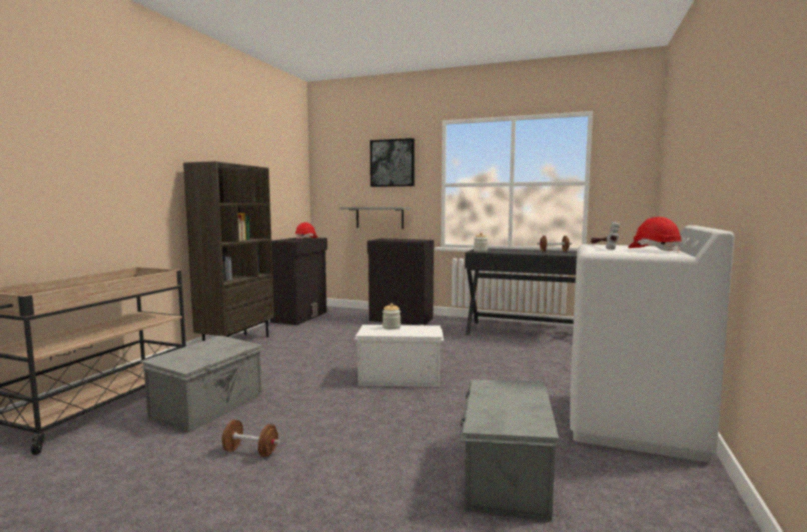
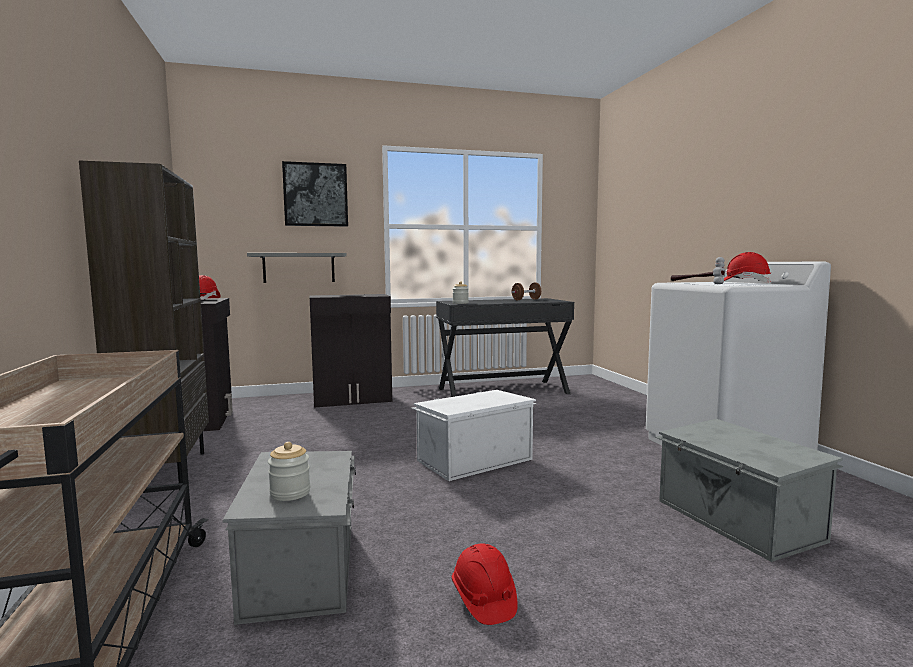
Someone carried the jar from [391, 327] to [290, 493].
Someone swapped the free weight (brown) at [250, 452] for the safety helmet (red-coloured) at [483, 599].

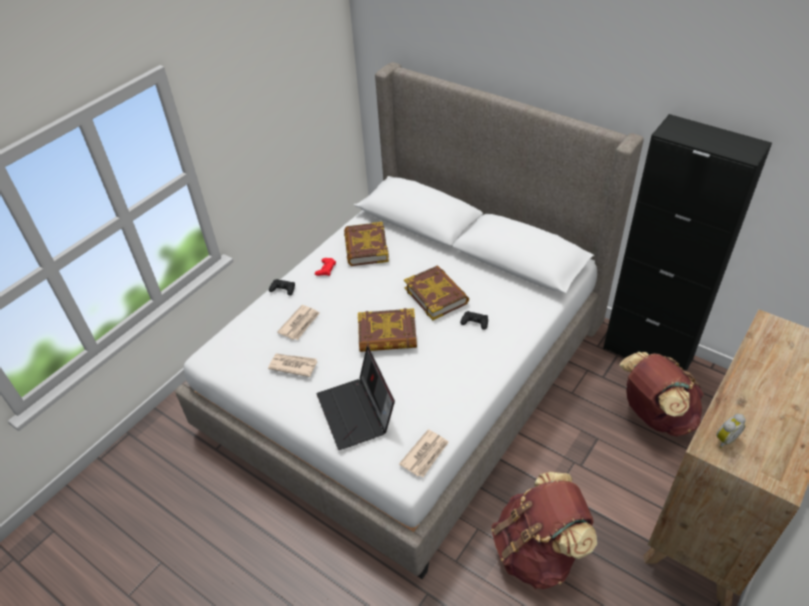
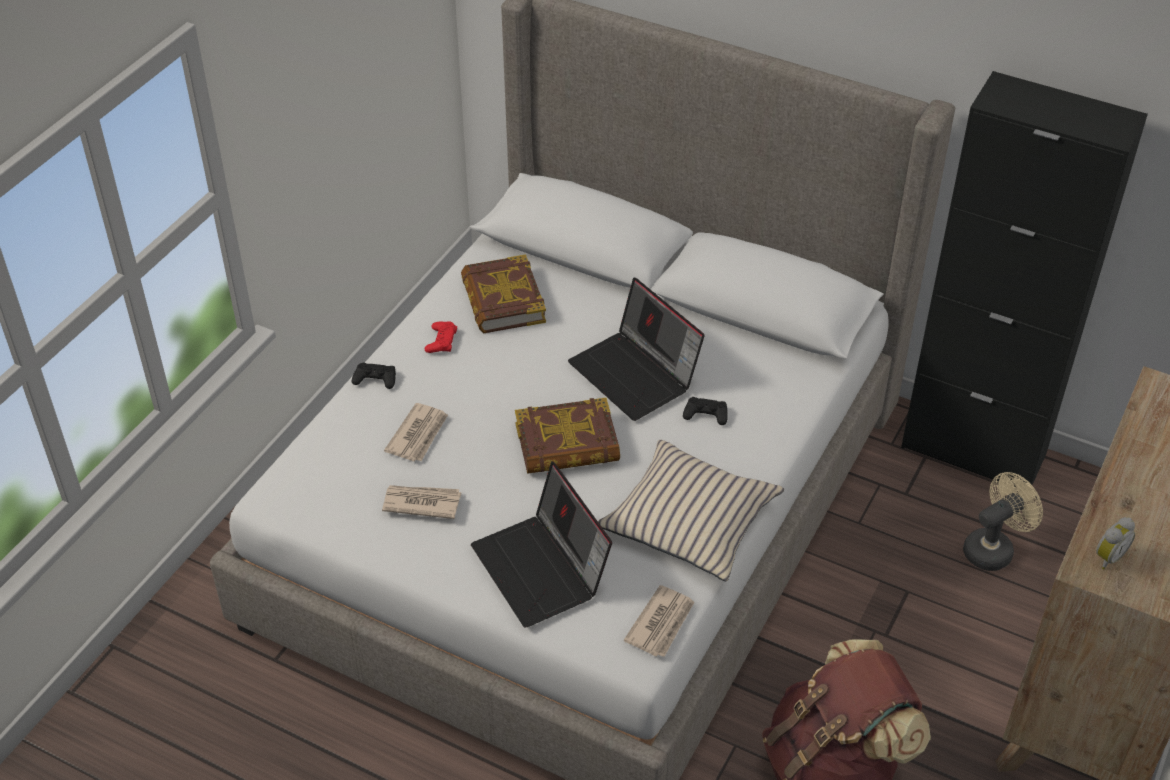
Someone swapped the book at [436, 295] for the laptop at [636, 374].
Someone put down the pillow (beige) at [690, 520].
Someone swapped the rucksack (brown) at [654, 415] for the cooling fan (beige) at [993, 548].

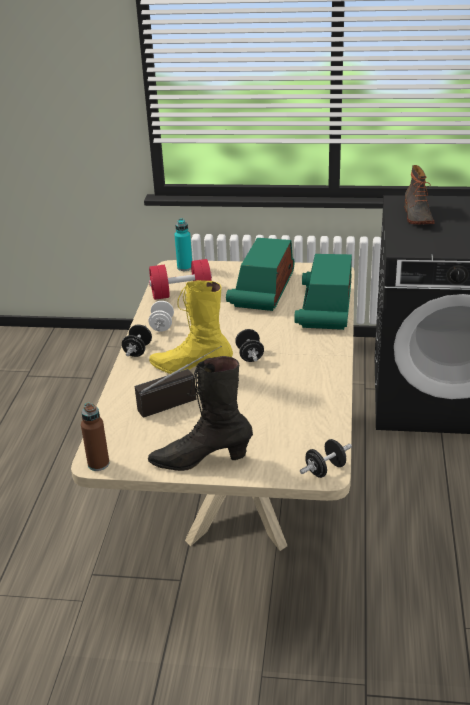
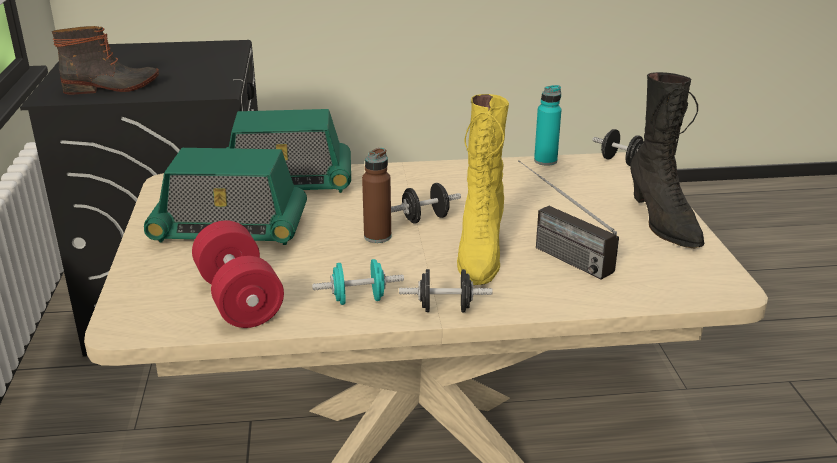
Someone repainted the free weight (white-coloured) at [162, 326], which became the free weight (turquoise) at [358, 299].
Someone carried the beverage bottle (brown) from [98, 464] to [377, 236].
Someone carried the beverage bottle (turquoise) from [185, 267] to [545, 161].

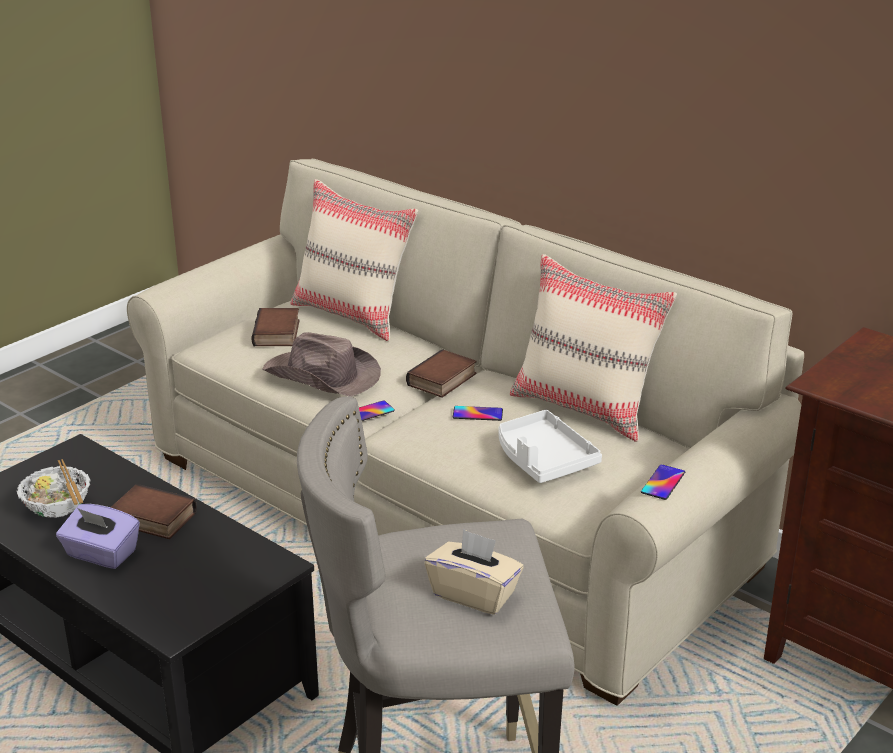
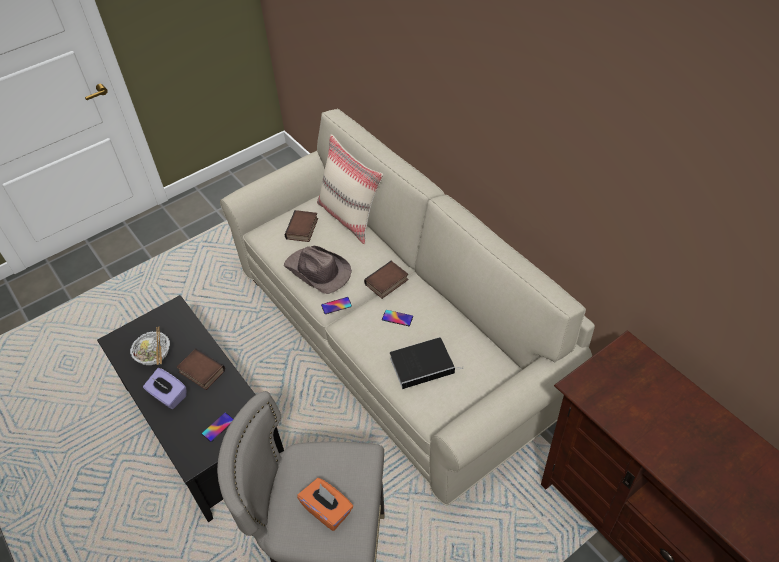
Someone carried the telephone from [663, 482] to [218, 427].
Someone repainted the tissue box (beige) at [474, 594], which became the tissue box (orange) at [327, 510].
Someone swapped the carrying tray (white-coloured) at [543, 459] for the book at [423, 364].
Someone took away the pillow (beige) at [585, 408].

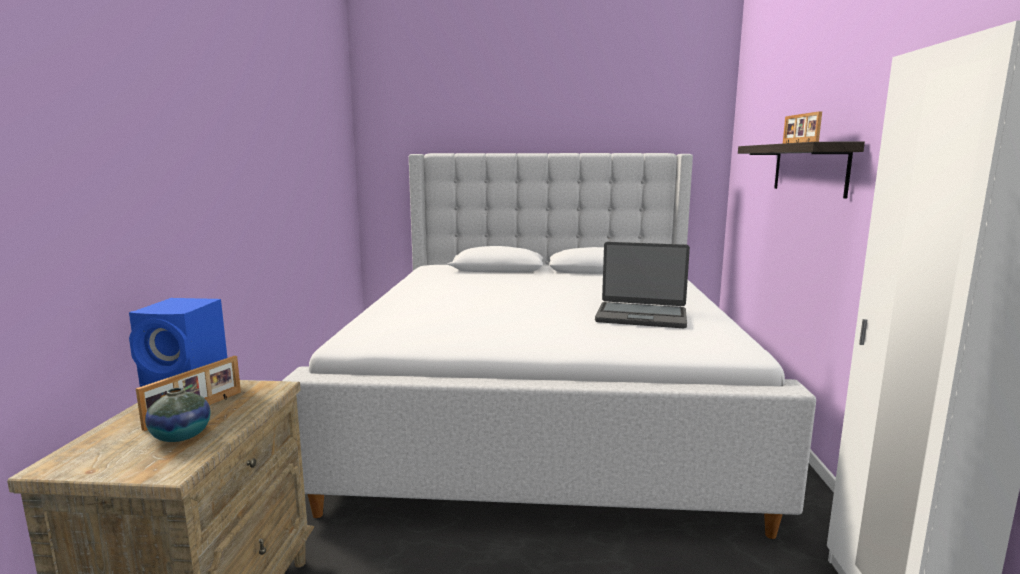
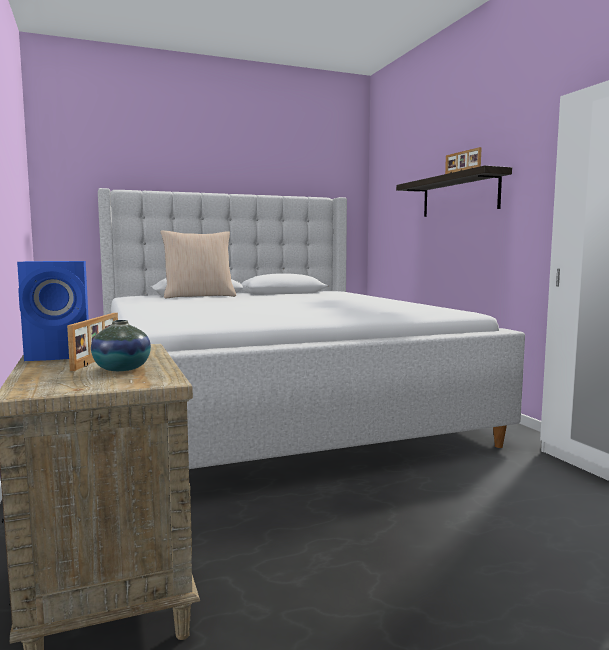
Someone put down the pillow (beige) at [199, 296].
Someone took away the laptop at [641, 316].

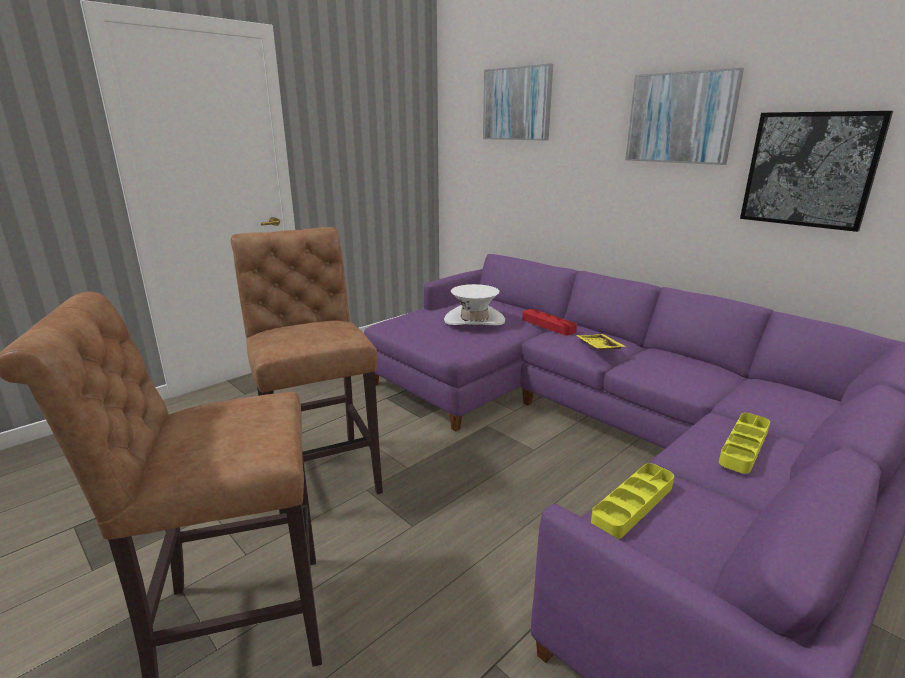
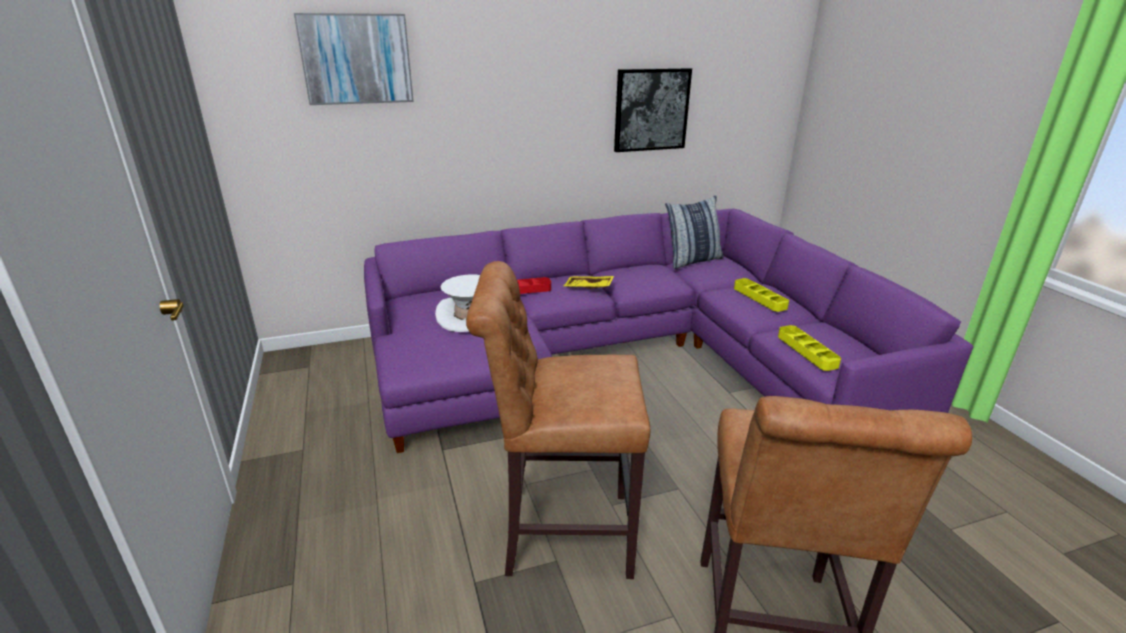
Someone put down the pillow at [692, 260].
Someone took away the picture at [680, 118].

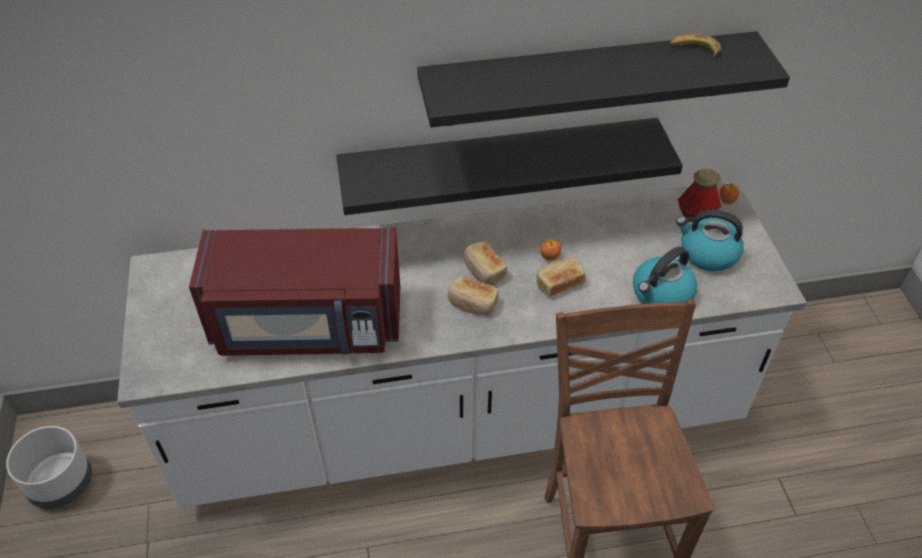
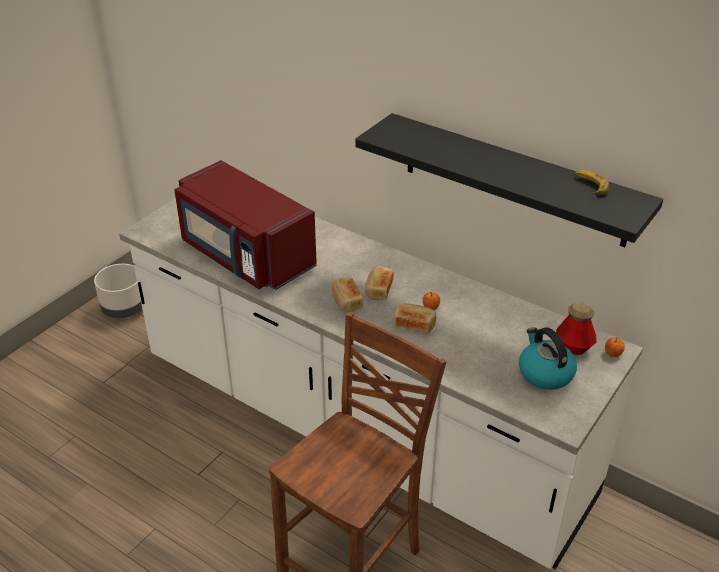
Someone took away the shelf (black) at [499, 162].
Someone took away the tea kettle at [661, 294].

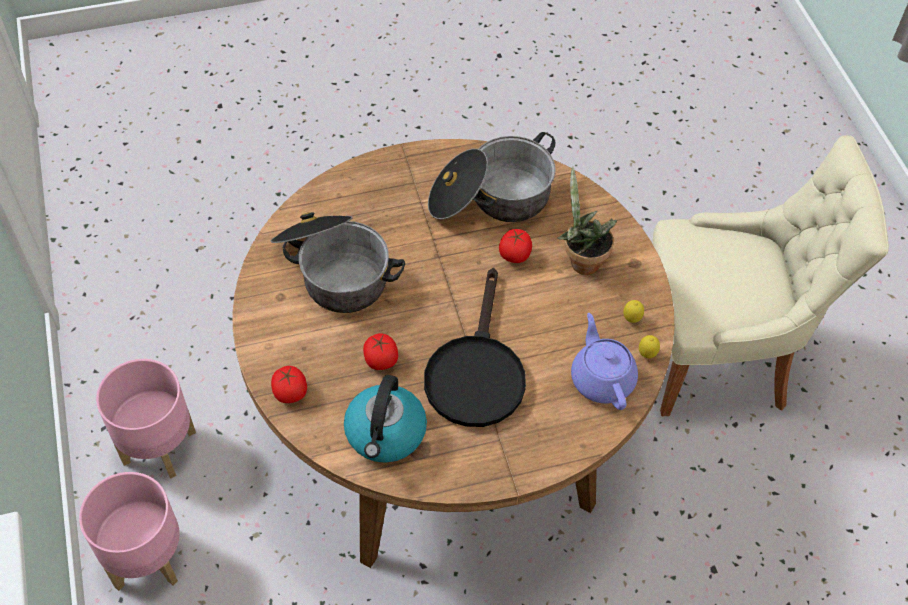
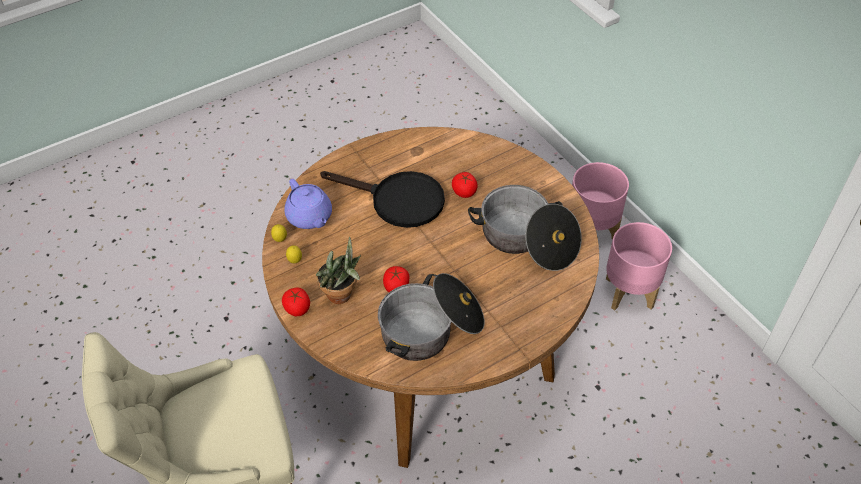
Someone carried the whole tomato from [290, 392] to [297, 308].
Someone rotated the frying pan (black) at [476, 371] by 120 degrees clockwise.
Someone took away the tea kettle at [385, 434].

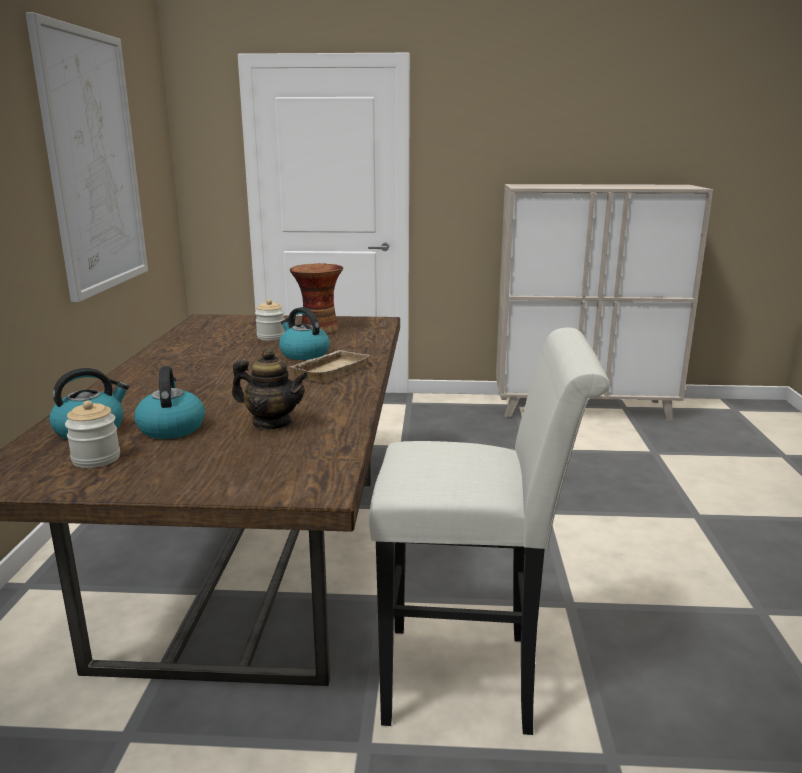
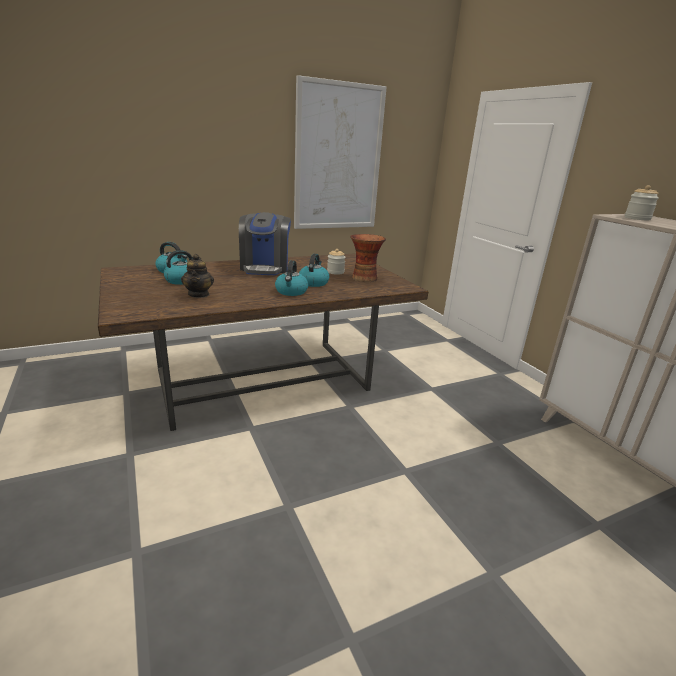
Someone put down the coffee machine at [265, 268].
Someone swapped the carrying tray (beige) at [329, 370] for the tea kettle at [291, 292].
Someone carried the jar from [96, 459] to [637, 218].
Someone took away the stool (white-coloured) at [472, 678].

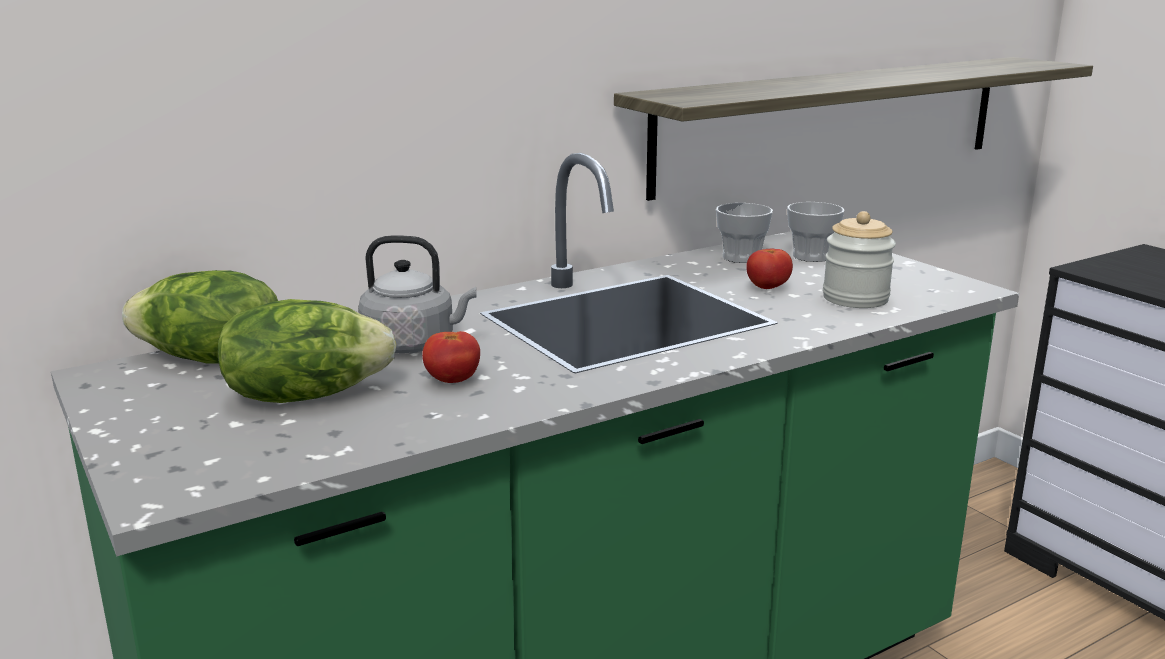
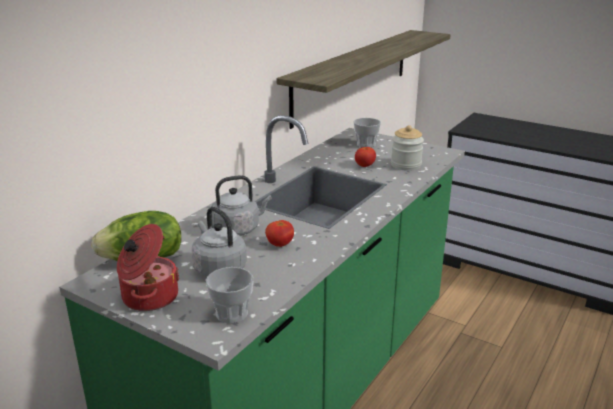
Someone put down the saucepot at [148, 297].
Someone swapped the lettuce at [305, 394] for the tea kettle (greyish) at [218, 268].
Someone carried the drinking cup from [741, 257] to [231, 314].

